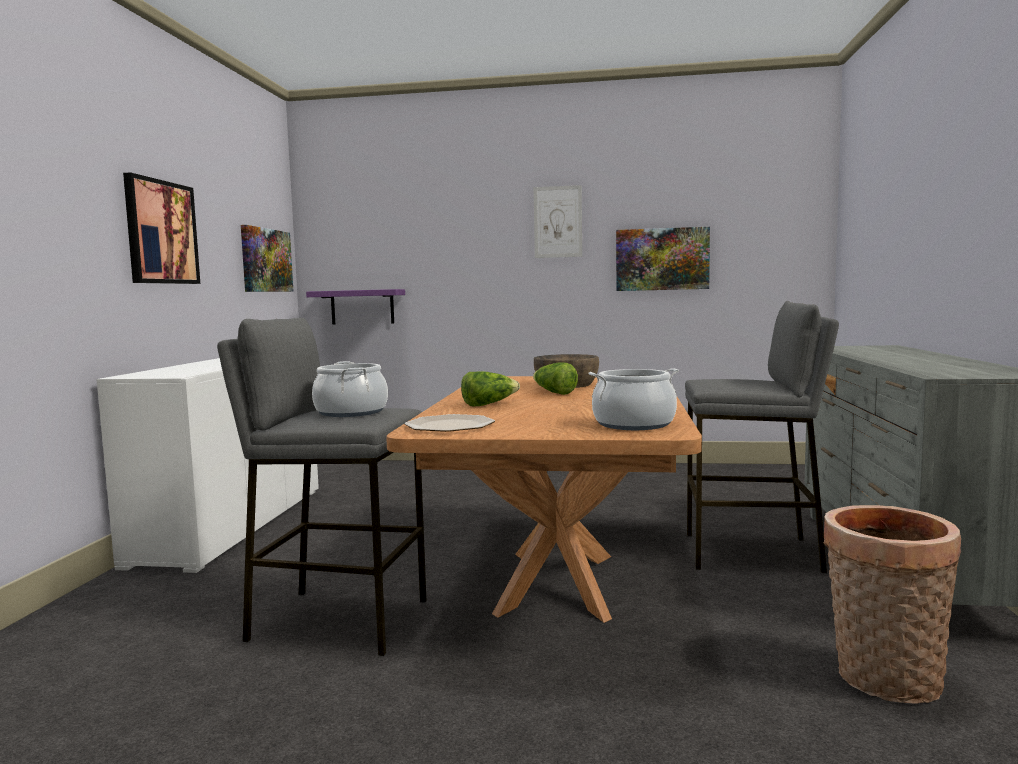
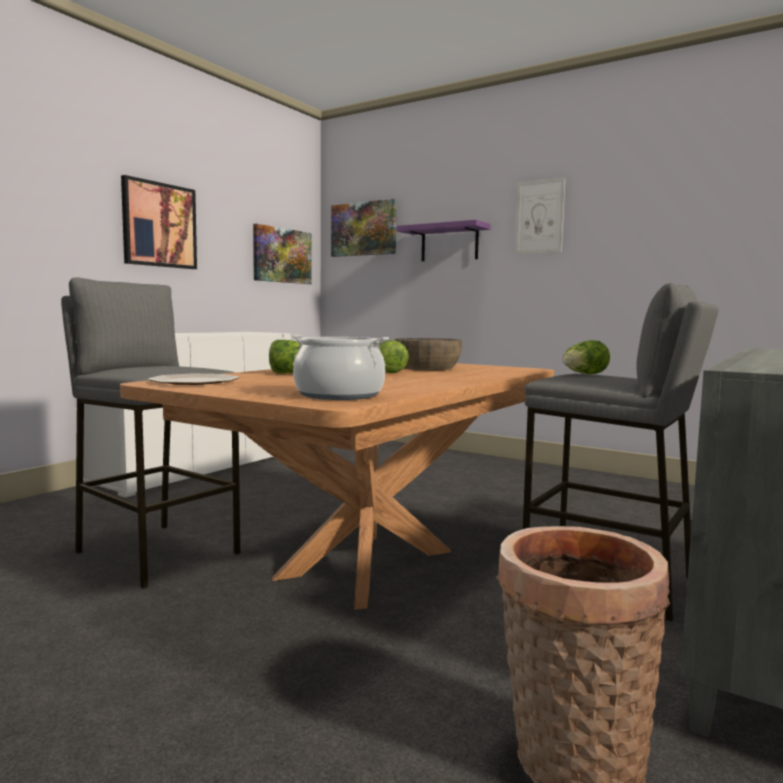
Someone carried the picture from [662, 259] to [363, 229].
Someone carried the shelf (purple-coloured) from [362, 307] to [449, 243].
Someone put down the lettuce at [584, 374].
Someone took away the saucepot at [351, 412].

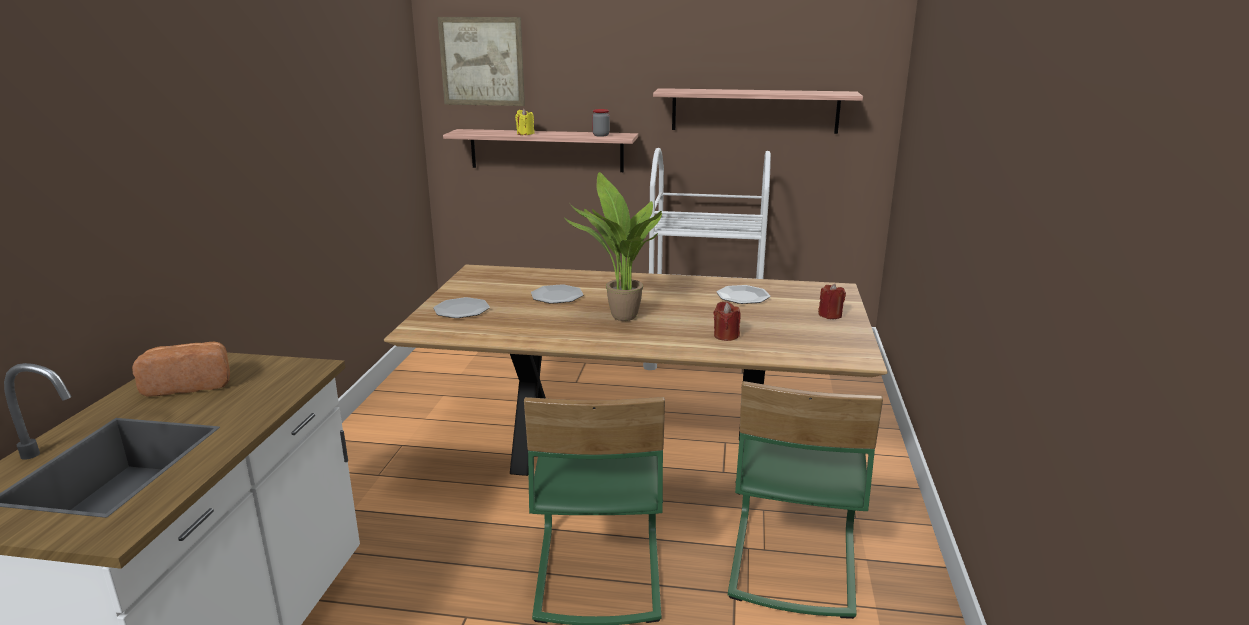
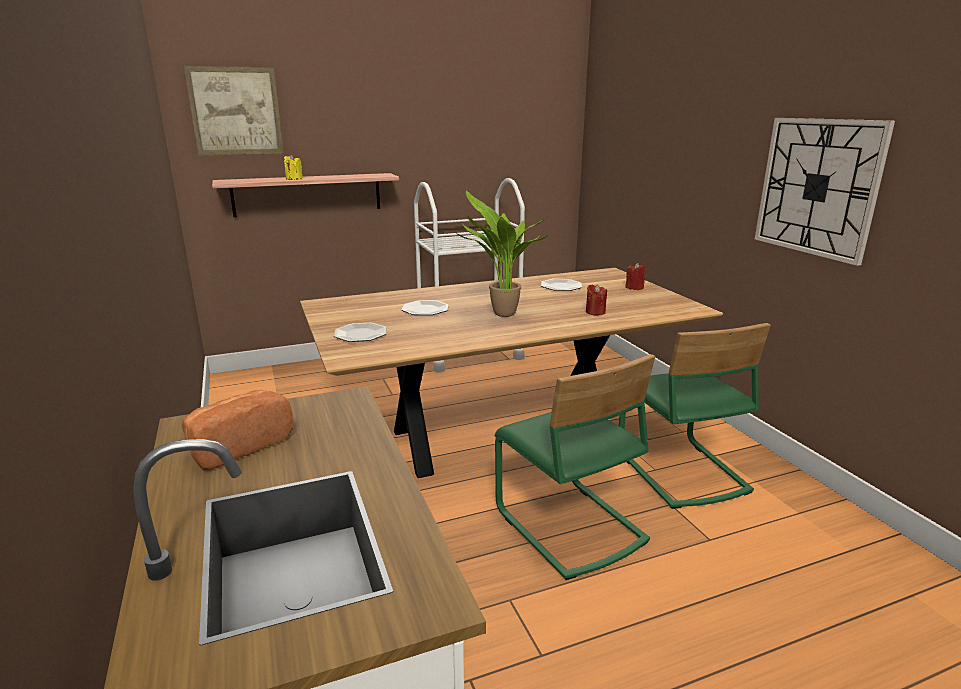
Someone put up the clock on the wall at [817, 187].
Someone took away the jar at [601, 135].
Someone took away the shelf at [754, 110].

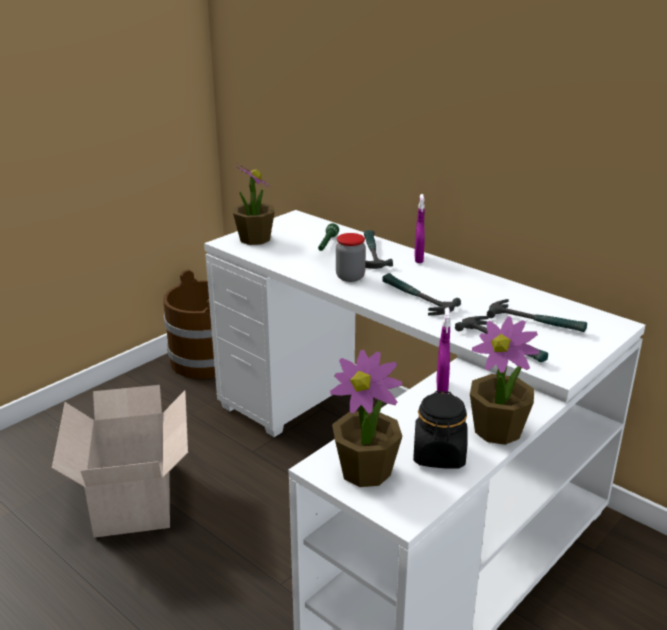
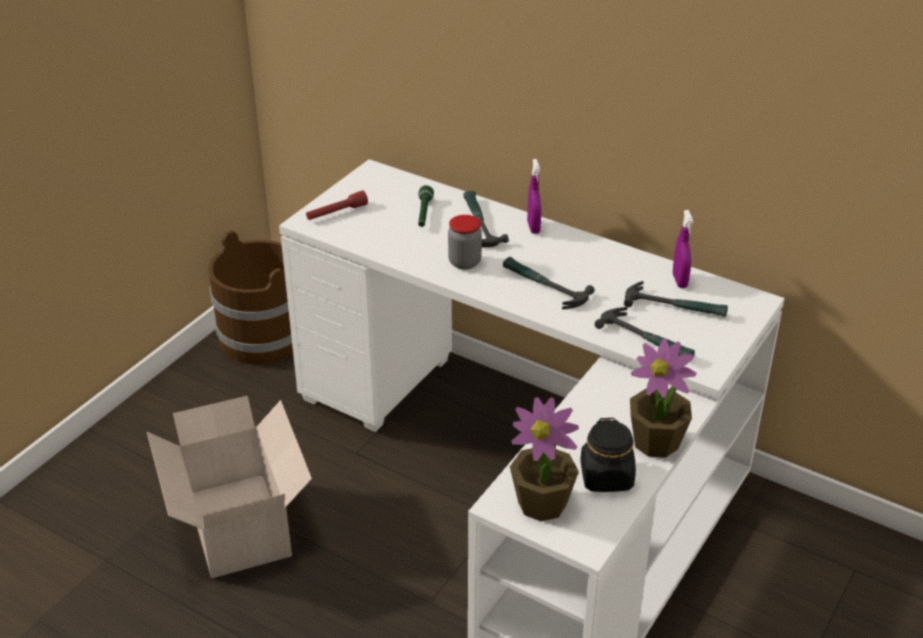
Someone swapped the potted plant at [254, 239] for the torch (red-coloured) at [336, 213].
Someone carried the sprayer (purple-coloured) from [441, 387] to [679, 281].

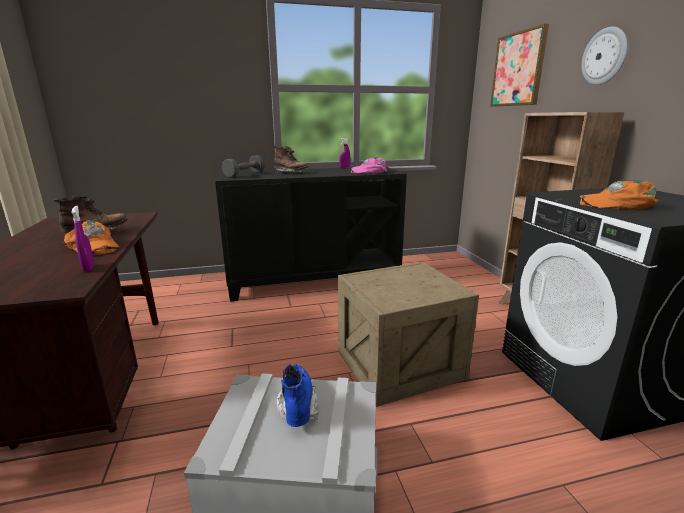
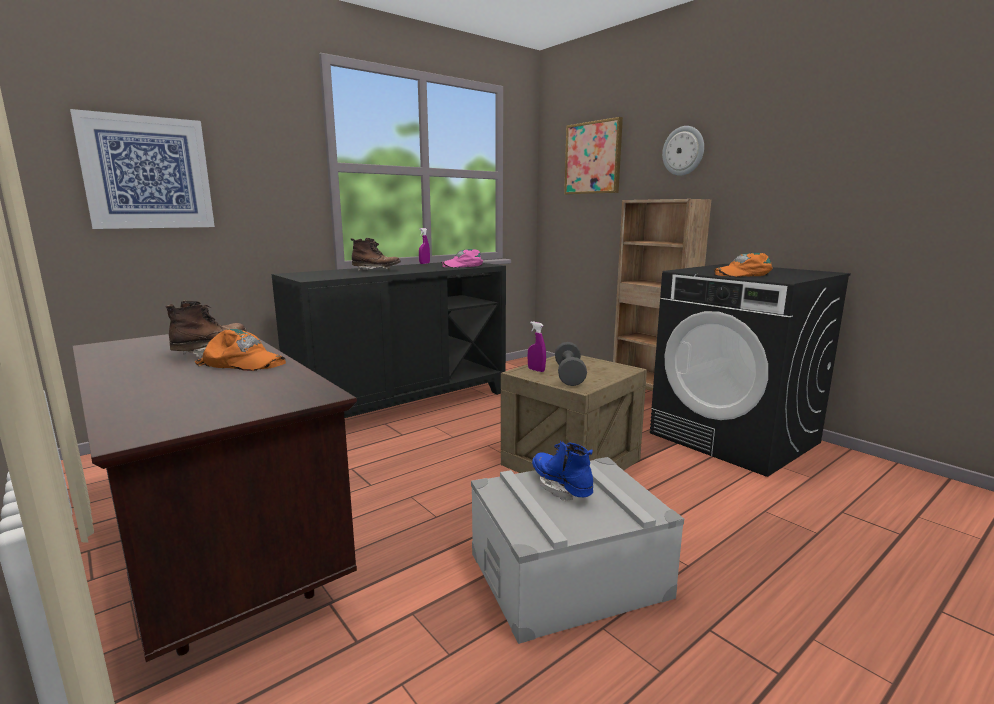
Someone put up the picture at [147, 173].
Someone carried the sprayer (purple-coloured) from [88, 268] to [536, 370].
Someone carried the free weight (greyish) from [244, 174] to [569, 375].

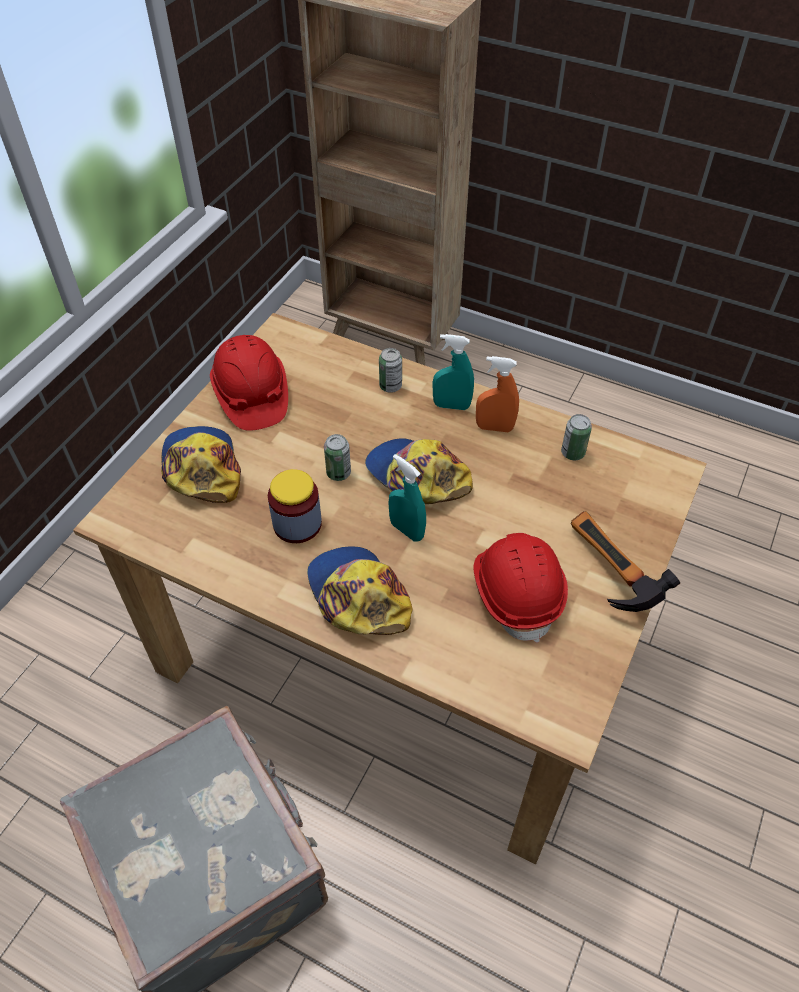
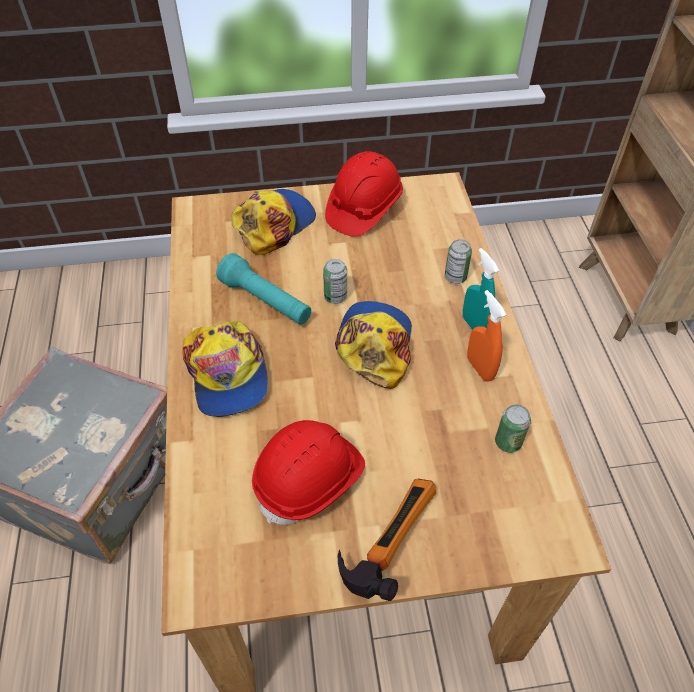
Someone rotated the peaked cap at [358, 596] by 135 degrees clockwise.
Someone swapped the jar at [297, 524] for the torch (turquoise) at [266, 301].
Someone took away the sprayer (turquoise) at [406, 530].

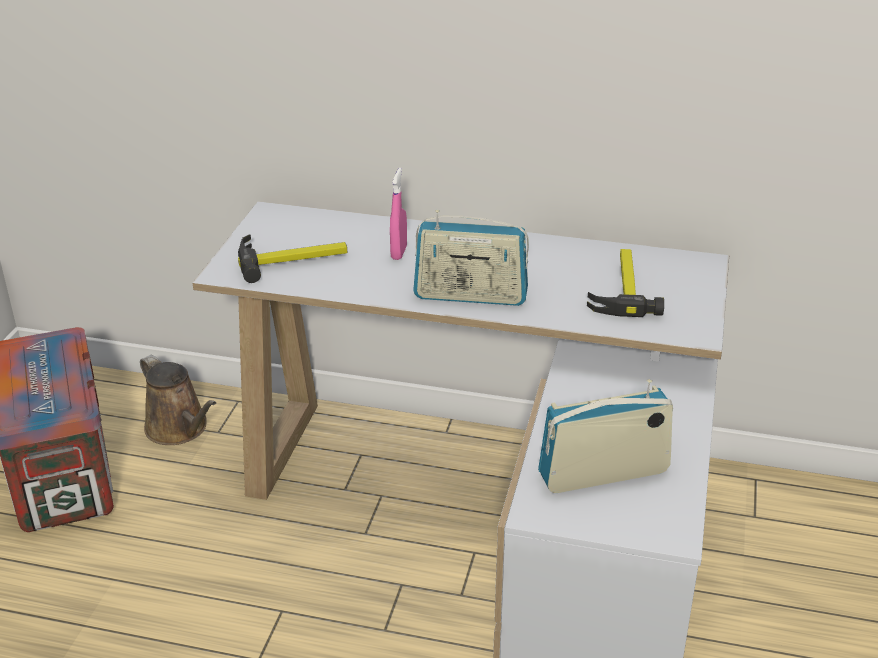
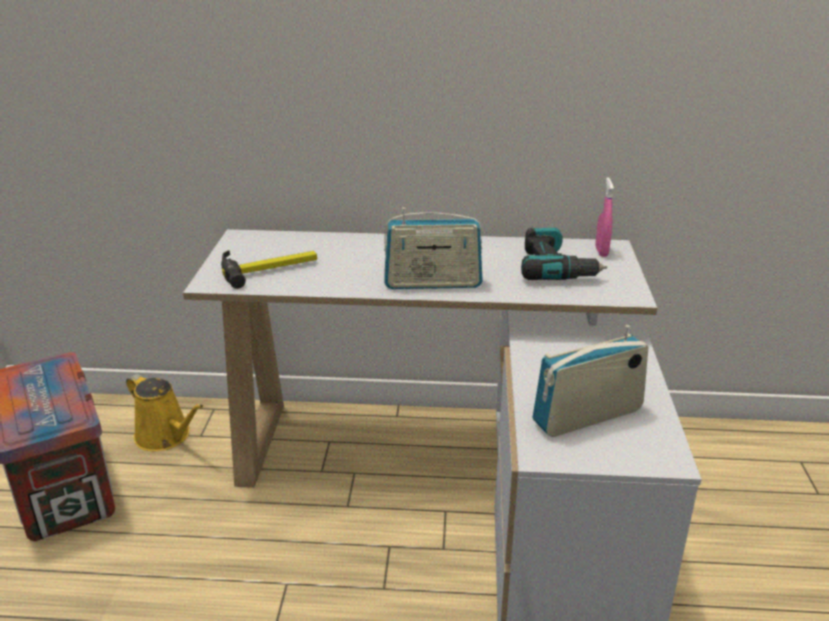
Someone repainted the watering can (brown) at [180, 429], which became the watering can (yellow-coloured) at [166, 436].
Someone swapped the hand hammer at [622, 287] for the power drill at [556, 268].
Someone carried the sprayer (pinkish) from [399, 252] to [601, 251].

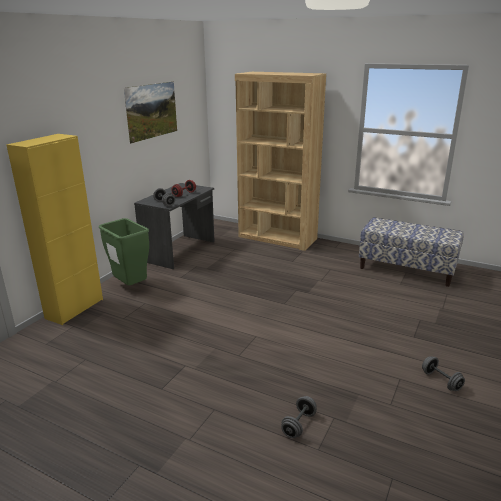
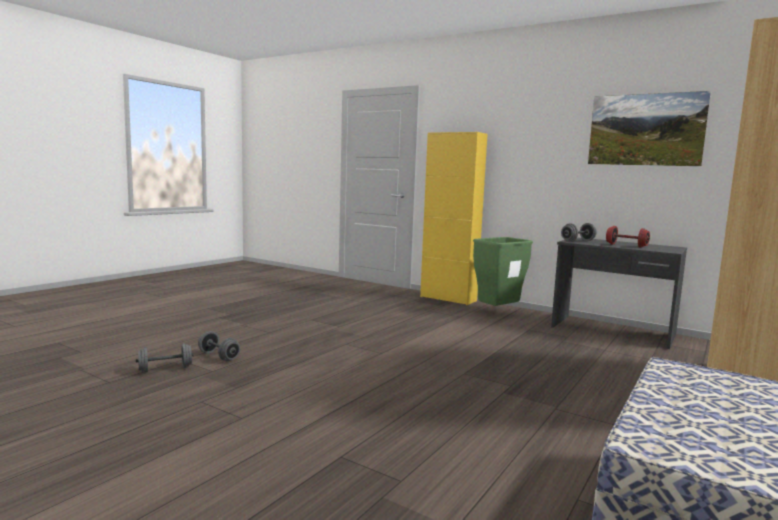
Someone carried the free weight (greyish) from [441, 381] to [165, 369].

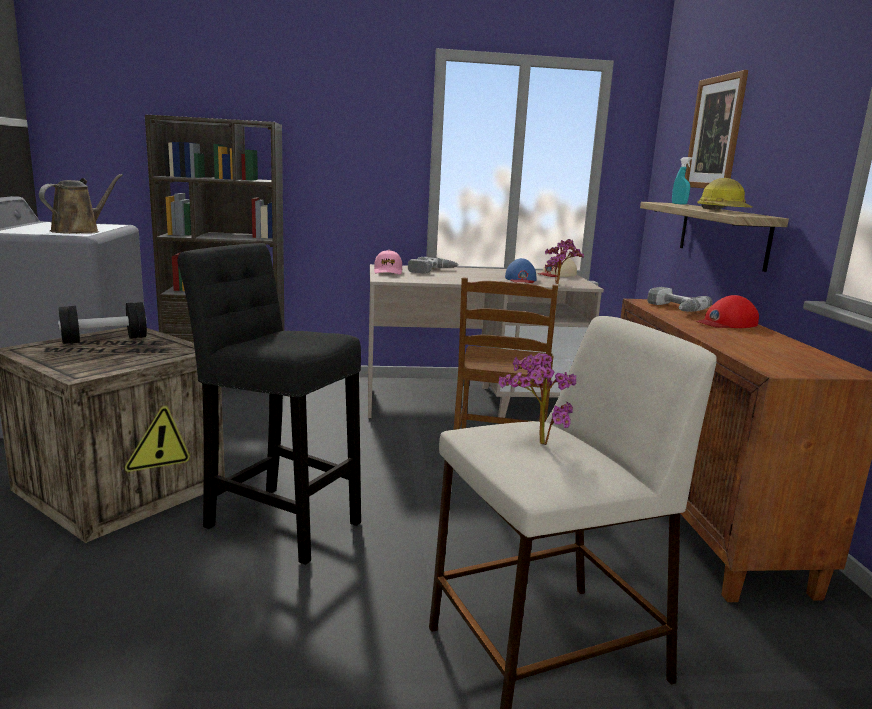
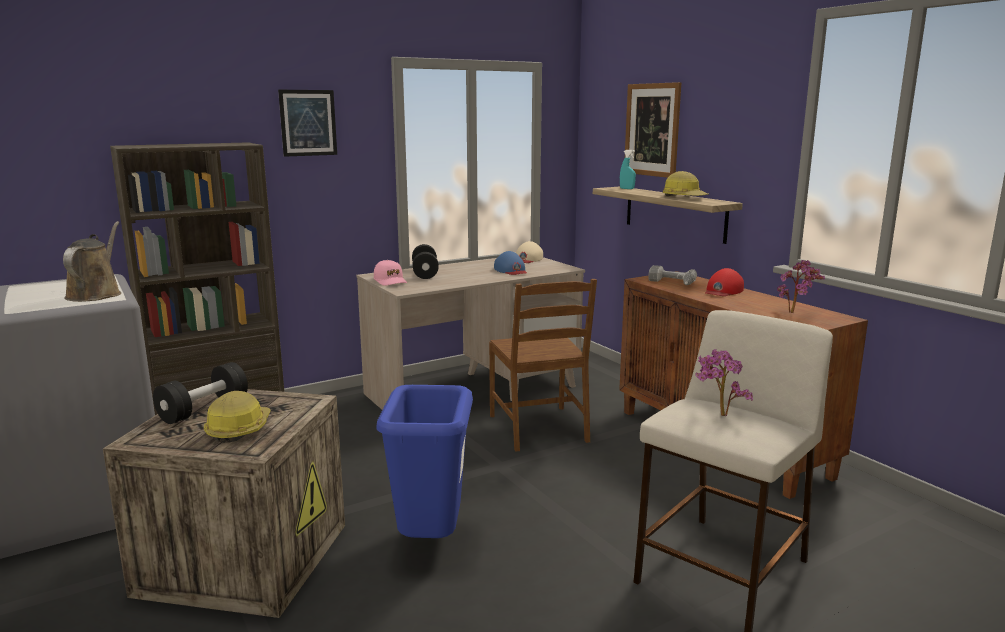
Someone put down the safety helmet at [238, 429].
Someone put up the picture at [308, 123].
Someone swapped the stool (black) at [278, 521] for the waste bin (blue-coloured) at [430, 541].
Someone swapped the power drill at [432, 271] for the free weight (black) at [425, 273].
Someone carried the potted plant from [559, 284] to [795, 313].

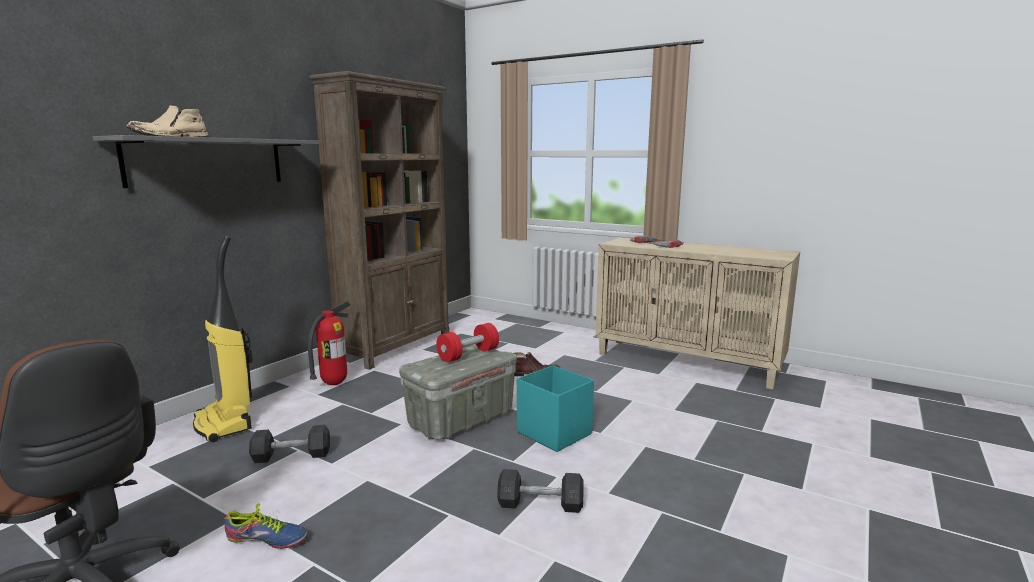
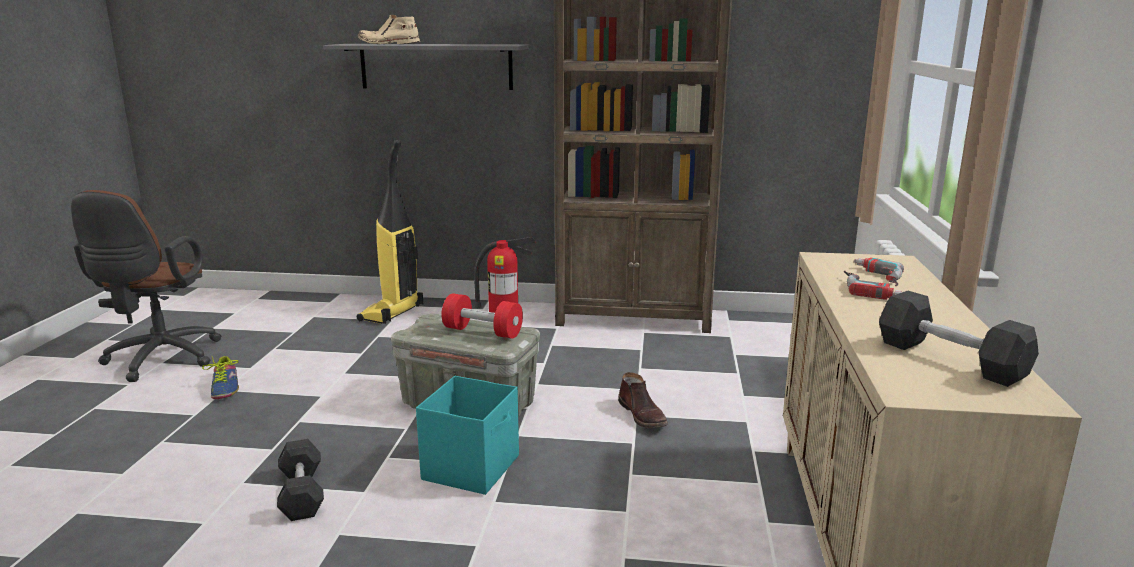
Someone carried the free weight (greyish) from [292, 456] to [950, 359].

